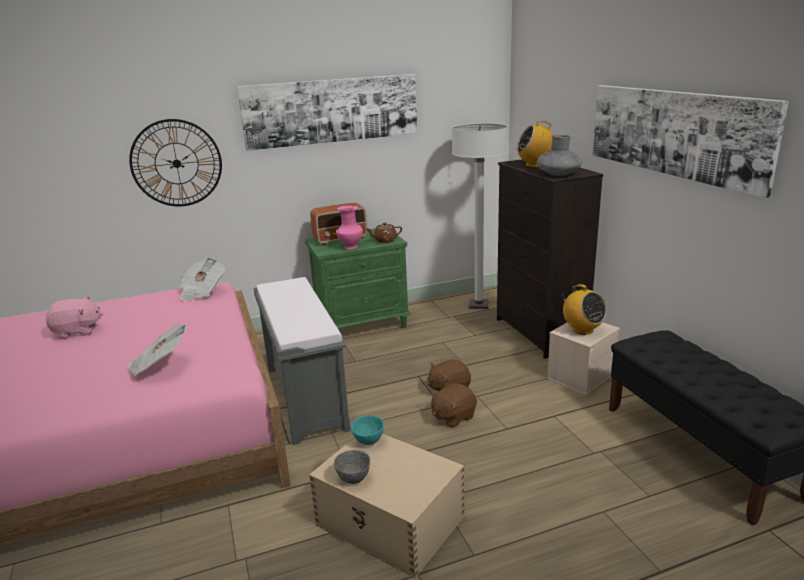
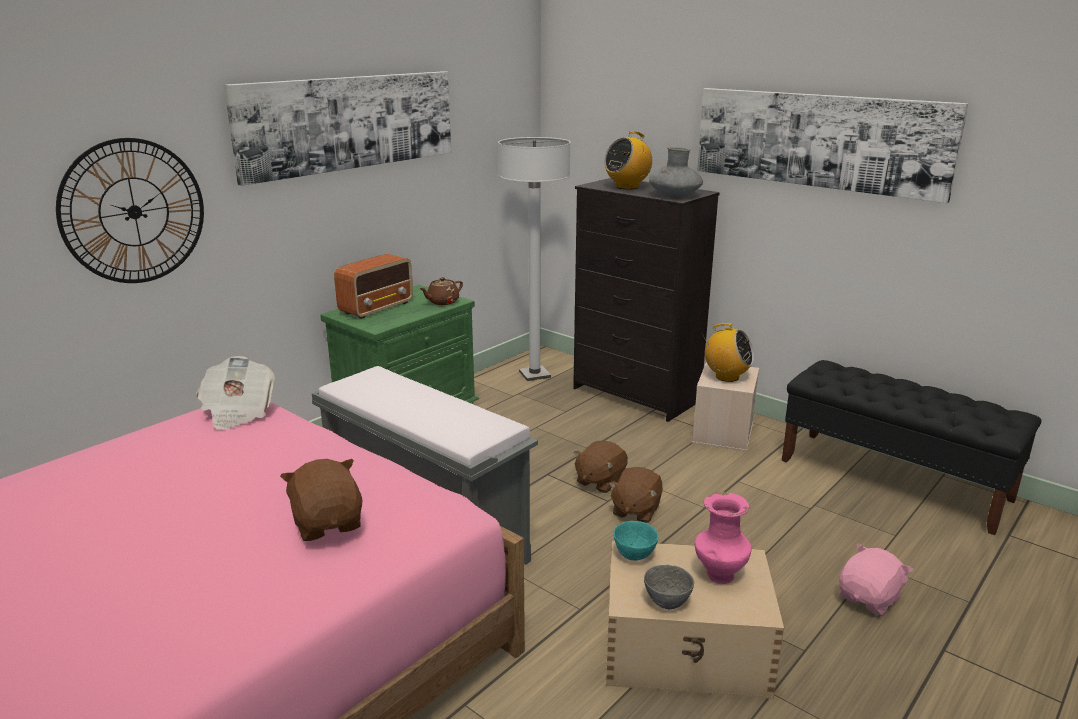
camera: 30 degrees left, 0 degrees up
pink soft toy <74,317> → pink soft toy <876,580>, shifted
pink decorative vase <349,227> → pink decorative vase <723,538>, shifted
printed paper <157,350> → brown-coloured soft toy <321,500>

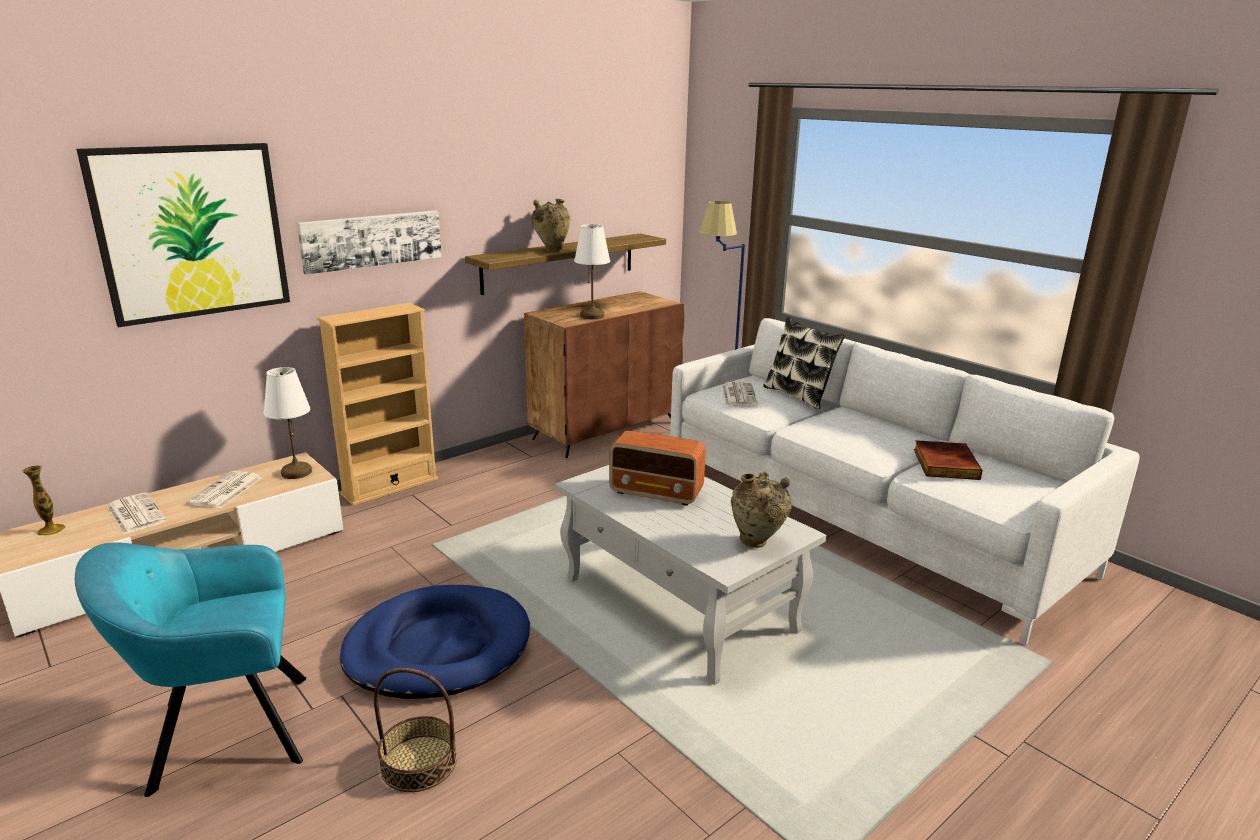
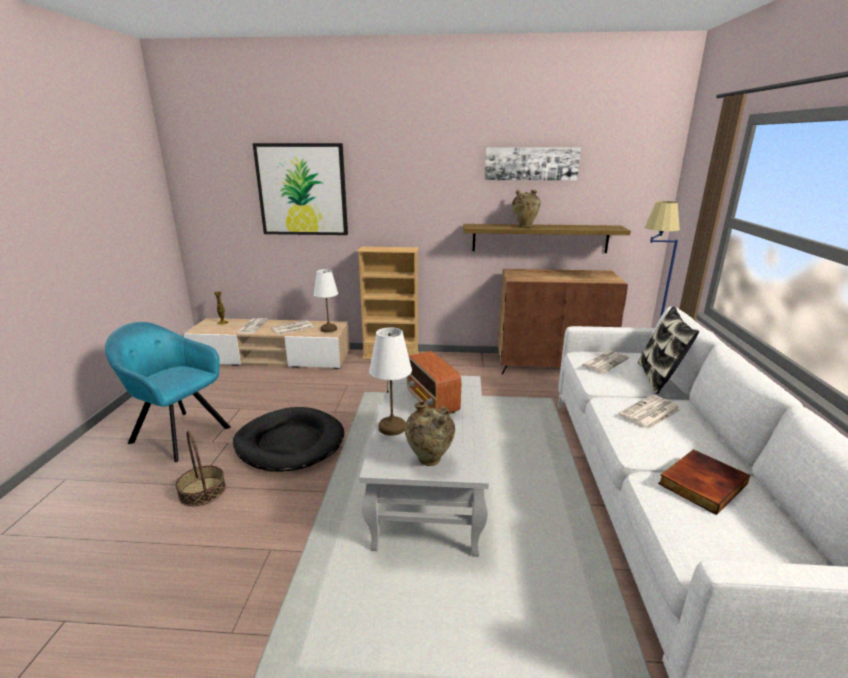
camera: 45 degrees right, 0 degrees up
- → printed paper <650,412>
wall picture <369,242> → wall picture <532,164>, shifted
white-coloured tabletop lamp <592,271> → white-coloured tabletop lamp <390,381>, shifted
blue-coloured pet bed <435,642> → blackish pet bed <288,439>

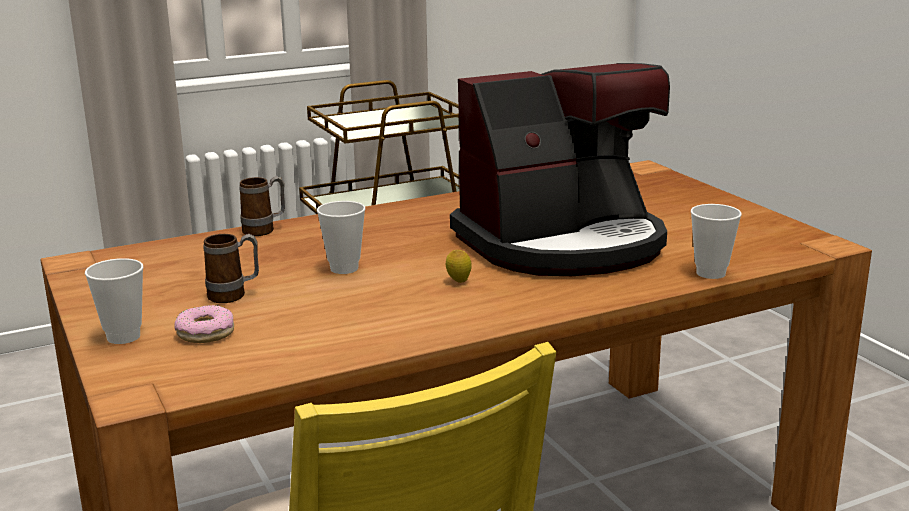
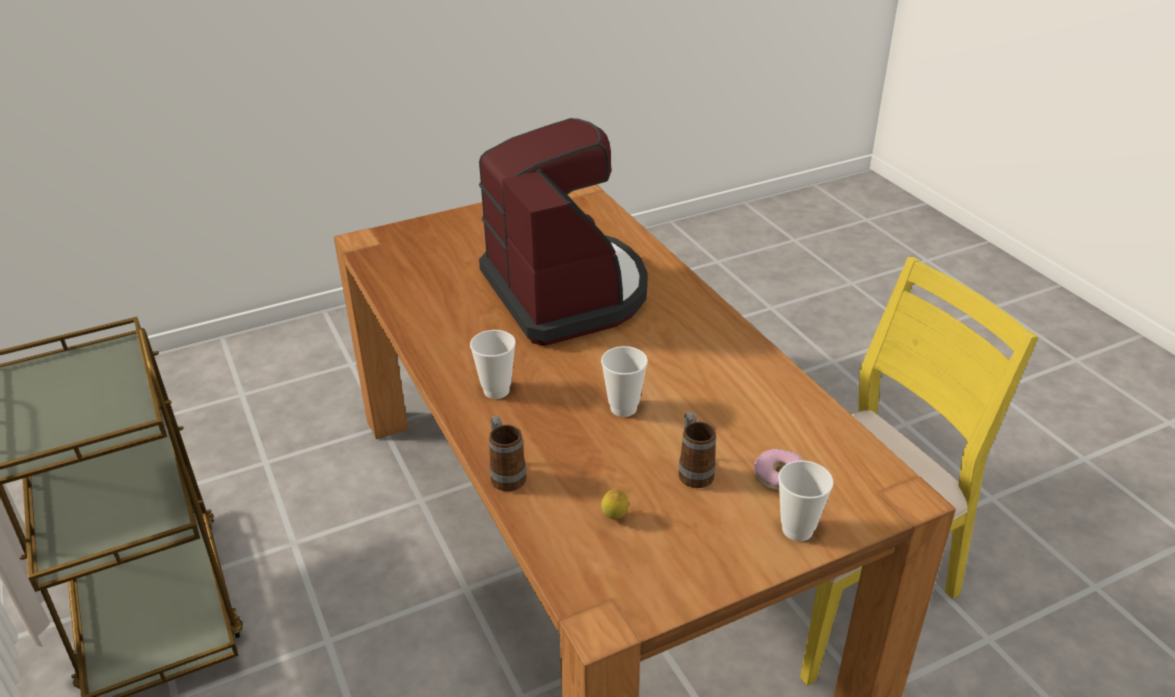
camera: 90 degrees left, 15 degrees up
citrus fruit <459,266> → citrus fruit <615,504>, shifted
cup <716,241> → cup <493,364>, shifted

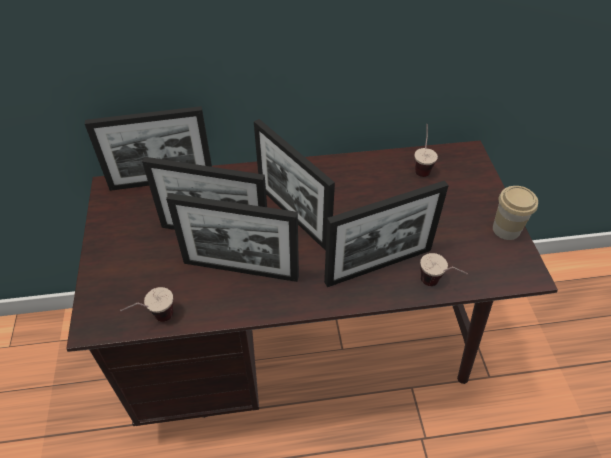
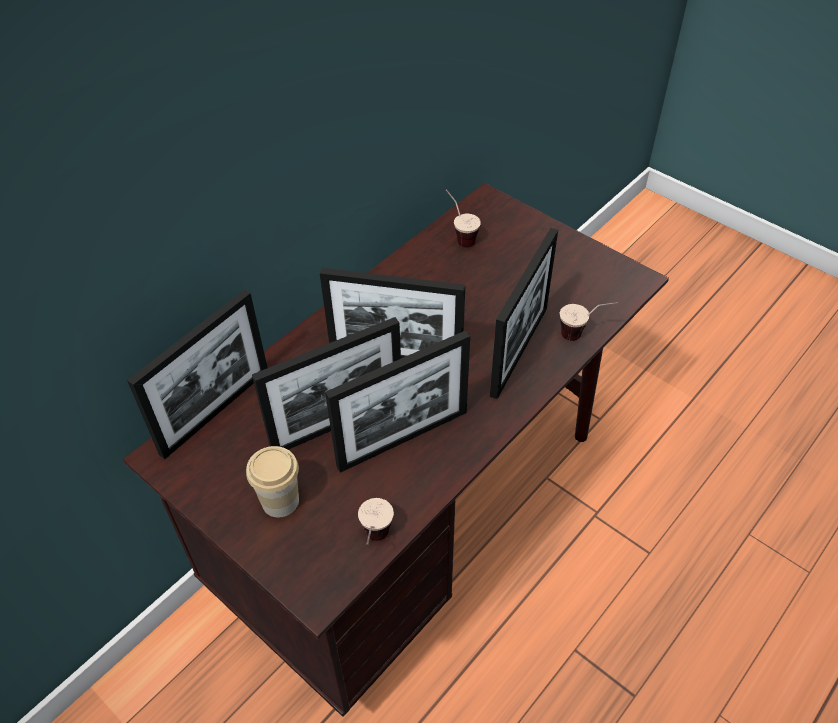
camera: 40 degrees left, 0 degrees up
cup <515,213> → cup <272,481>, shifted

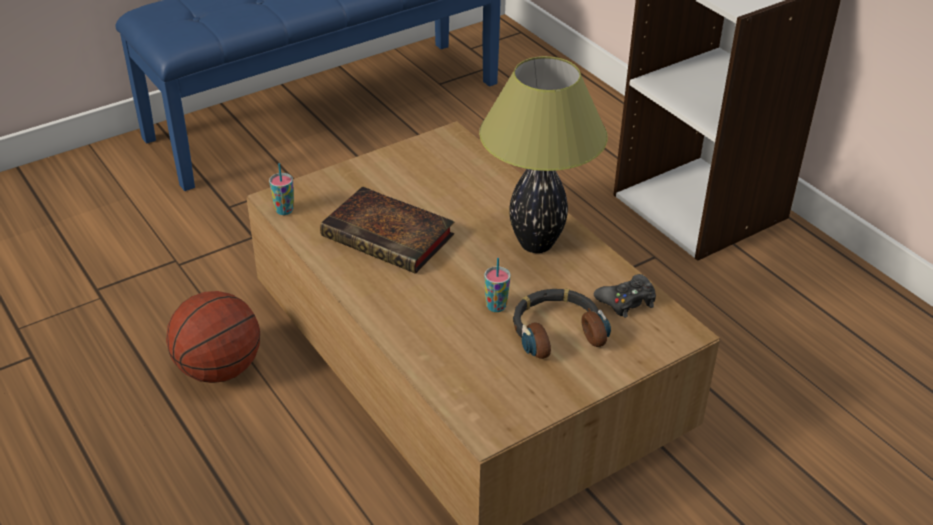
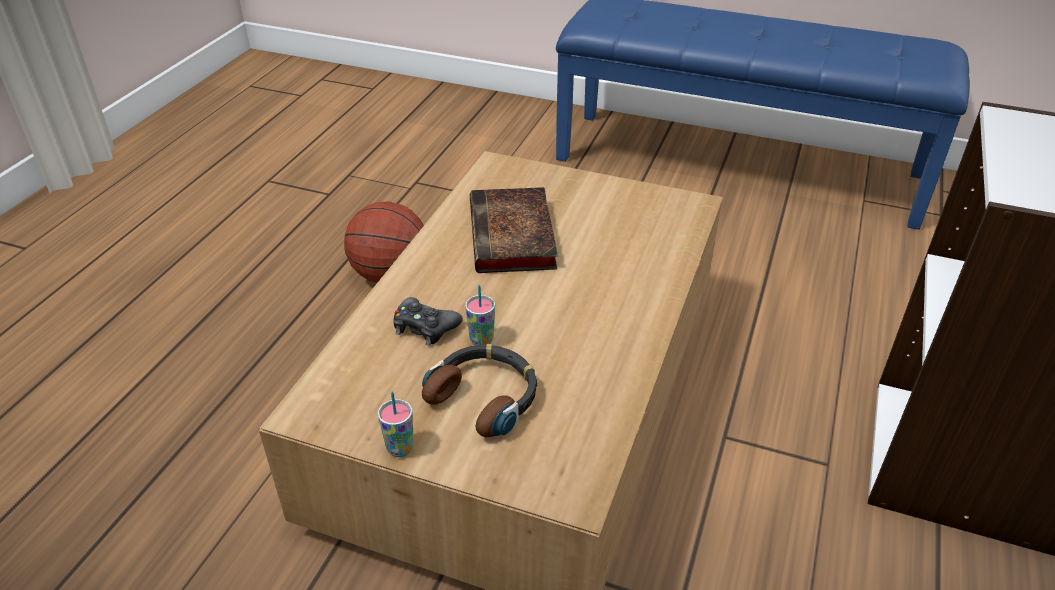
camera: 55 degrees right, 0 degrees up
tabletop lamp <543,154> → -
cup <281,189> → cup <396,424>, shifted
blackish gamepad <625,296> → blackish gamepad <428,321>, shifted

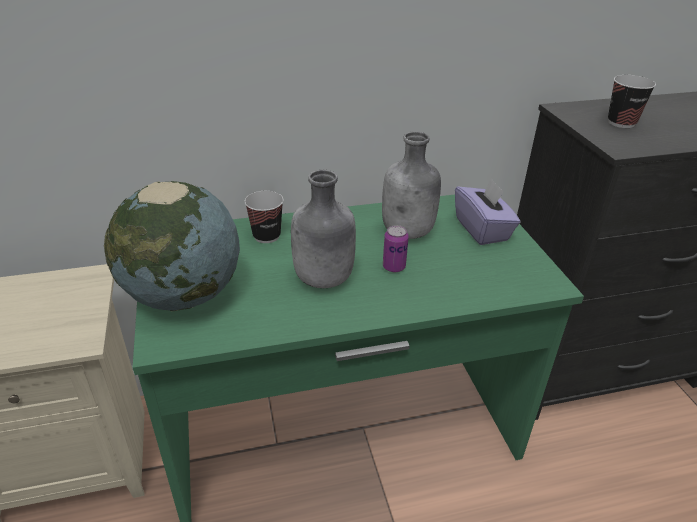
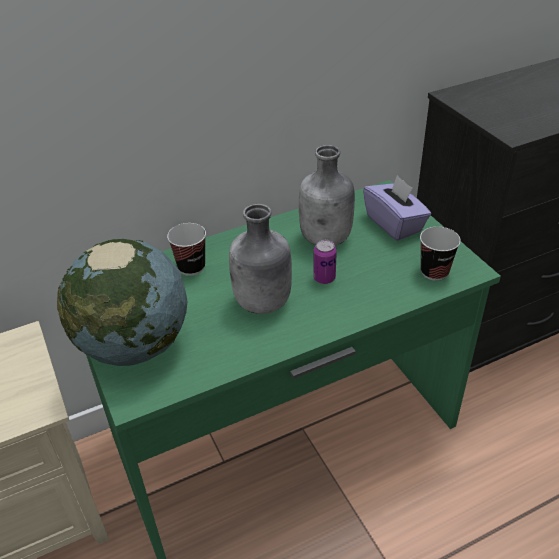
camera: 10 degrees left, 5 degrees up
cup <632,101> → cup <440,254>, shifted

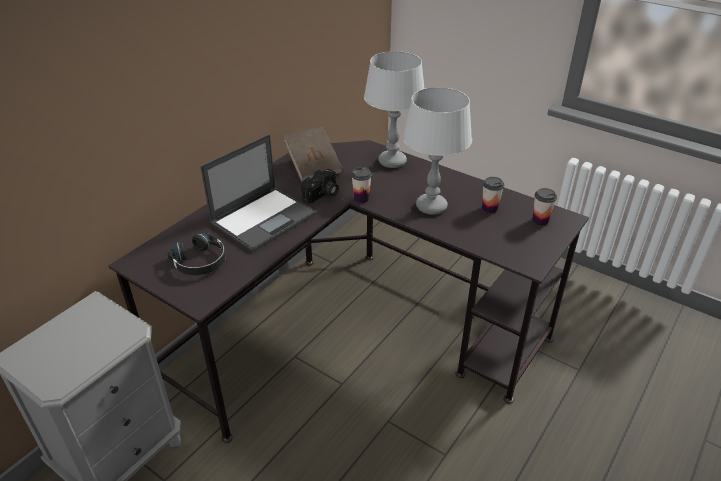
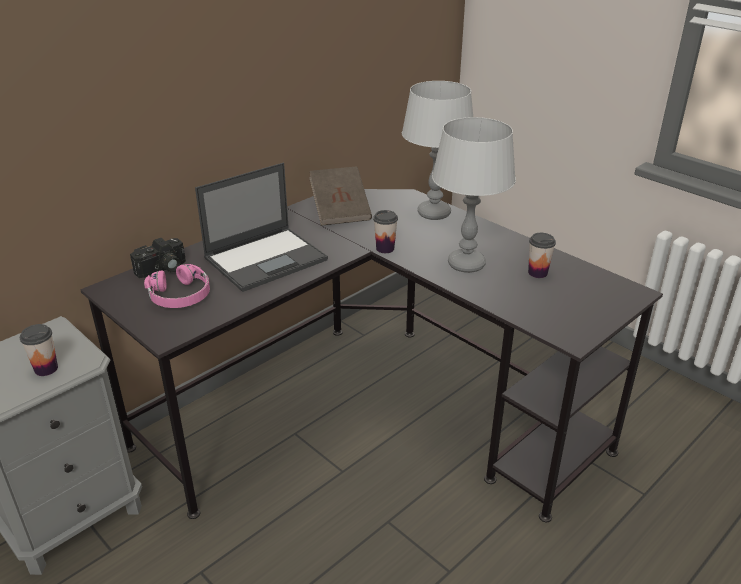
camera: 10 degrees right, 5 degrees down
still camera <320,186> → still camera <158,258>, shifted
cup <544,207> → cup <39,350>, shifted
blackish pair of headphones <196,253> → pink pair of headphones <177,286>

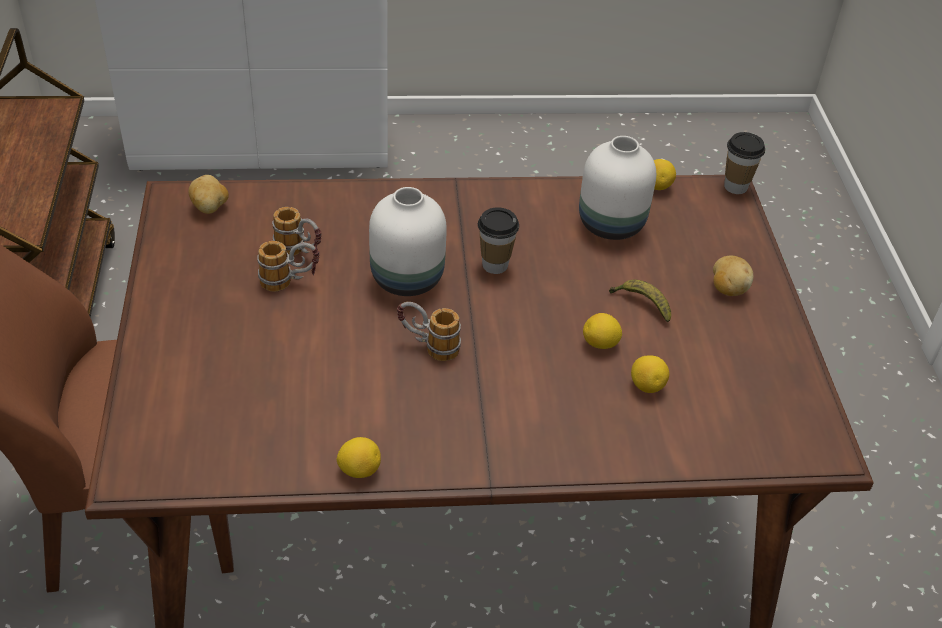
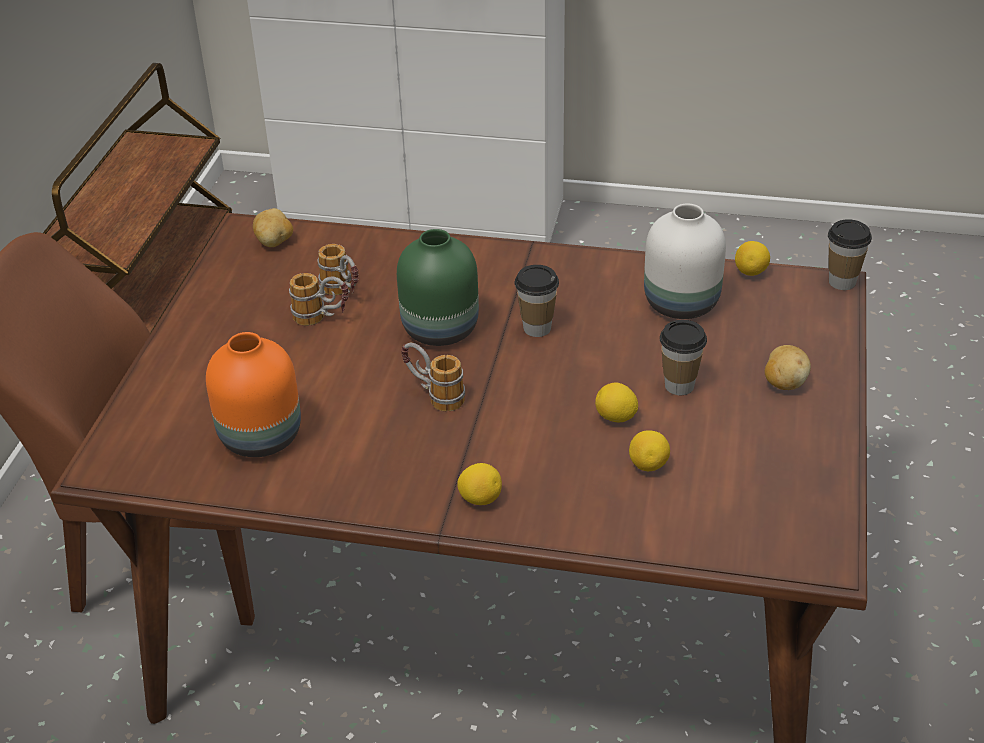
camera: 20 degrees right, 5 degrees down
- → orangey decorative vase <253,394>
citrus fruit <359,457> → citrus fruit <479,484>, shifted
banana fruit <640,301> → cup <683,357>
white-coloured decorative vase <408,241> → green-coloured decorative vase <438,287>

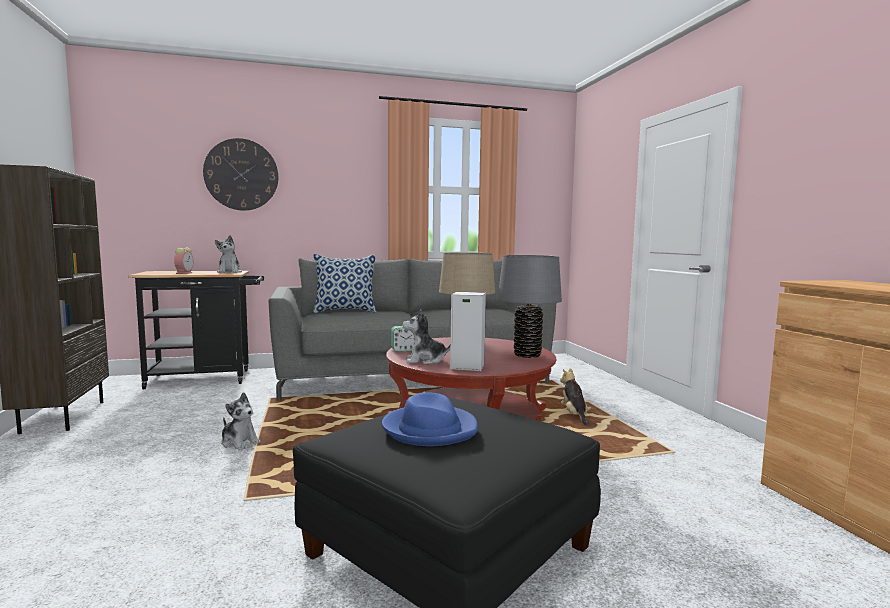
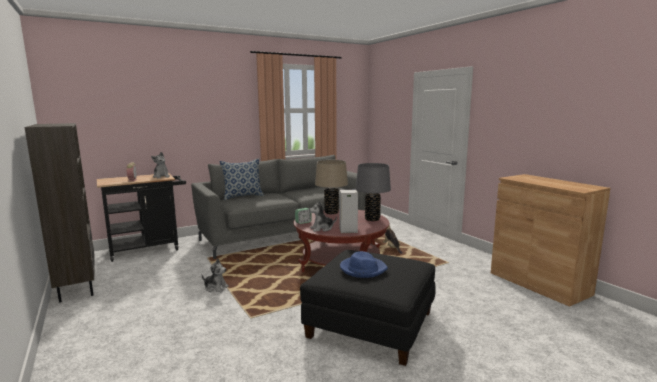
camera: 15 degrees left, 5 degrees up
wall clock <240,174> → -

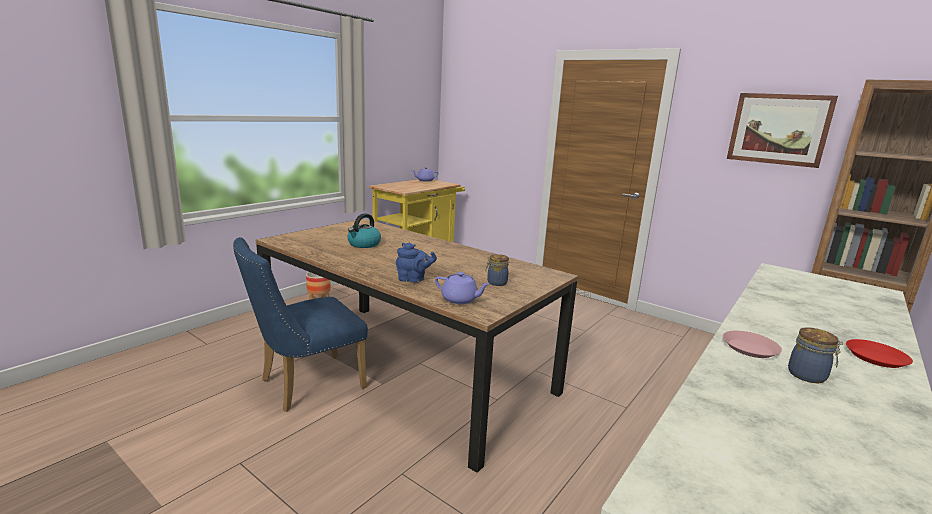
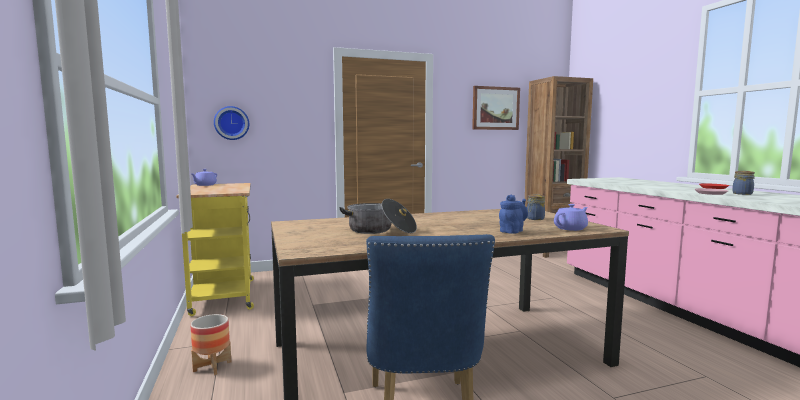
camera: 55 degrees left, 10 degrees down
- → wall clock <231,123>
tea kettle <364,230> → cooking pot <378,216>

